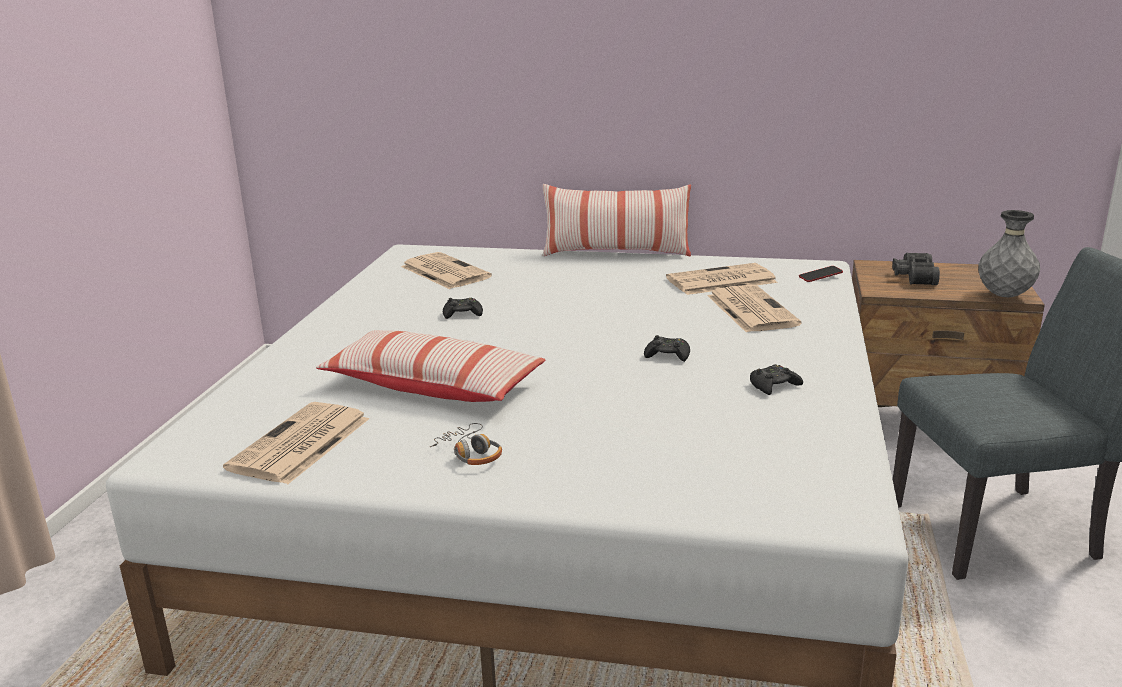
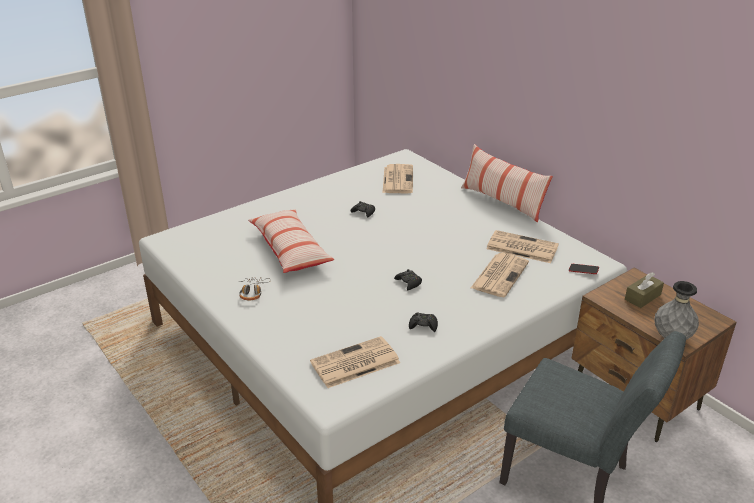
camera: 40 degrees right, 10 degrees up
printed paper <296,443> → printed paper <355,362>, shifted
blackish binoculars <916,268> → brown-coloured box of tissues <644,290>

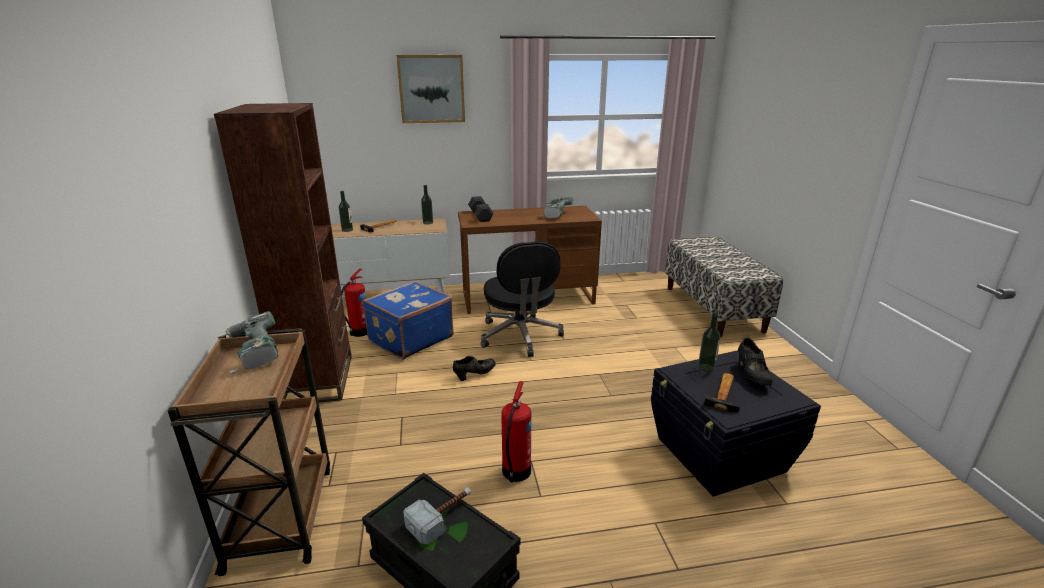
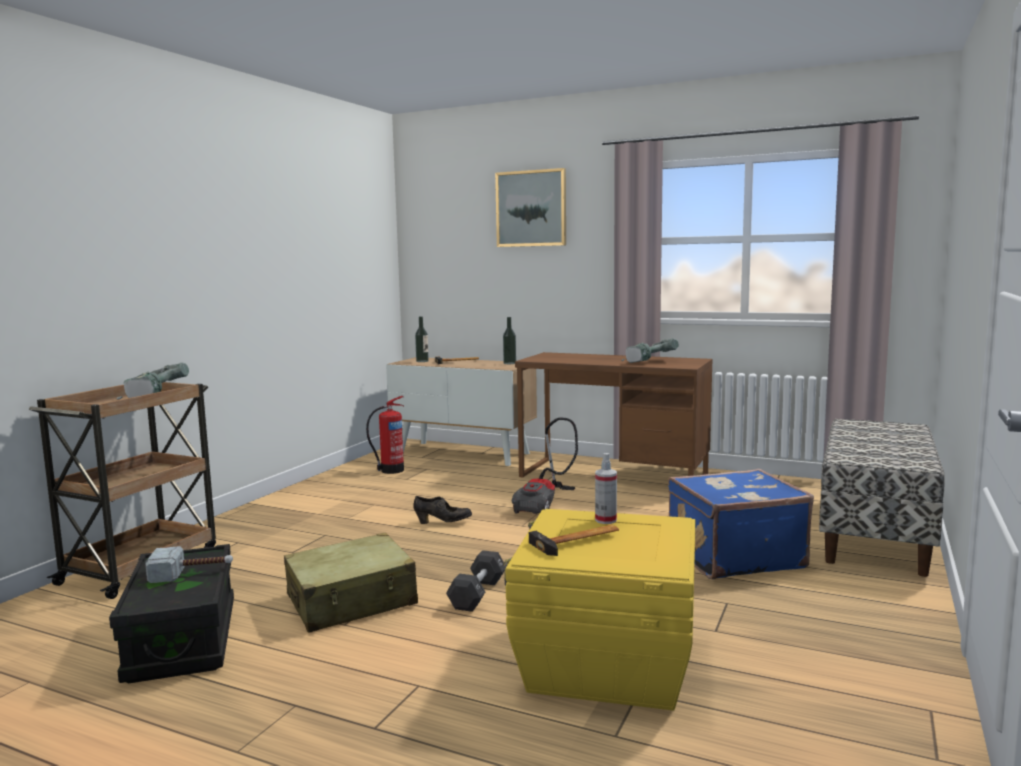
camera: 35 degrees right, 15 degrees down
brown-coloured bookcase <283,253> → -
blackish item of footwear <755,362> → -
blue-coloured suitcase <408,320> → blue-coloured suitcase <741,524>, shifted
blackish hand weight <481,209> → blackish hand weight <475,581>, shifted
blackish desk chair <522,299> → vacuum <545,465>
extinguisher <516,432> → beige suitcase <351,583>
bottle <709,342> → hand sprayer <606,488>
blackish storage container <736,423> → yellow storage container <599,610>

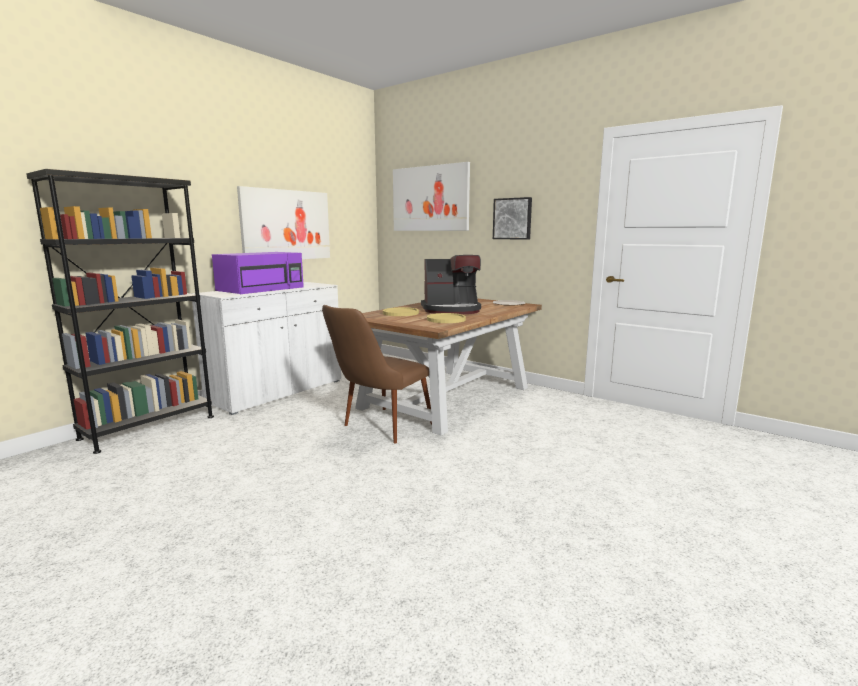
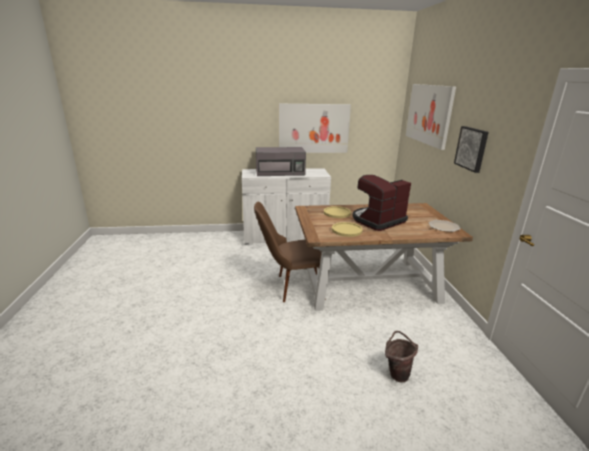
camera: 45 degrees right, 10 degrees up
blackish bookcase <120,311> → -
- → brown-coloured water bucket <401,357>
purple-coloured microwave <258,273> → greyish microwave <281,161>
coffee brewer <451,284> → coffee brewer <381,203>, 105 degrees clockwise

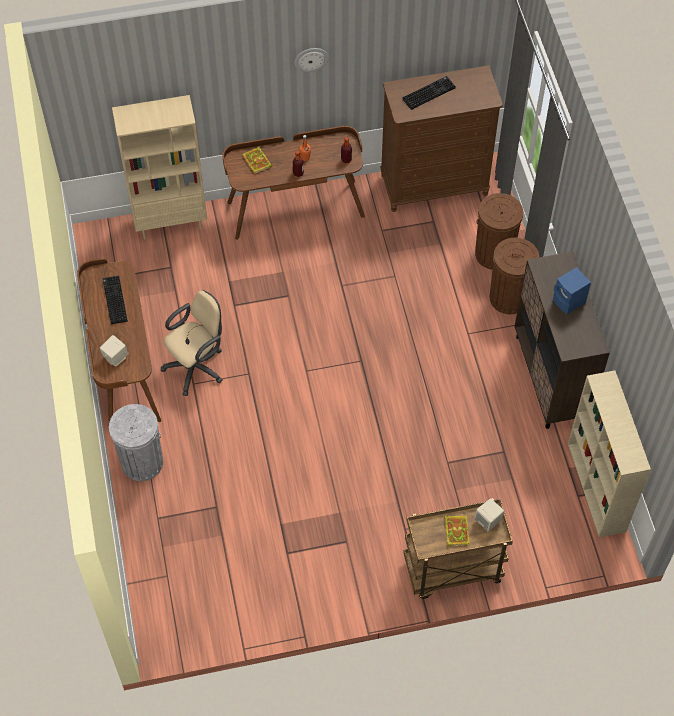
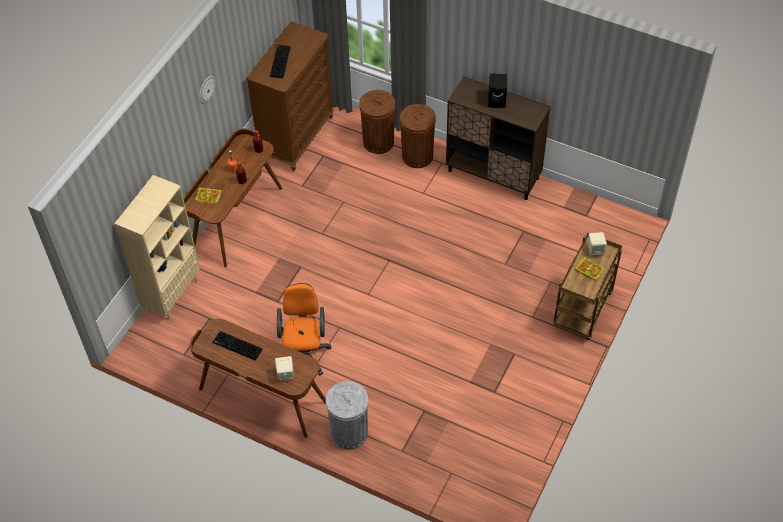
camera: 50 degrees left, 5 degrees down
beige bookcase <609,453> → -
beige desk chair <192,343> → orangey desk chair <304,329>
blue-coloured loudspeaker <572,290> → blackish loudspeaker <497,90>

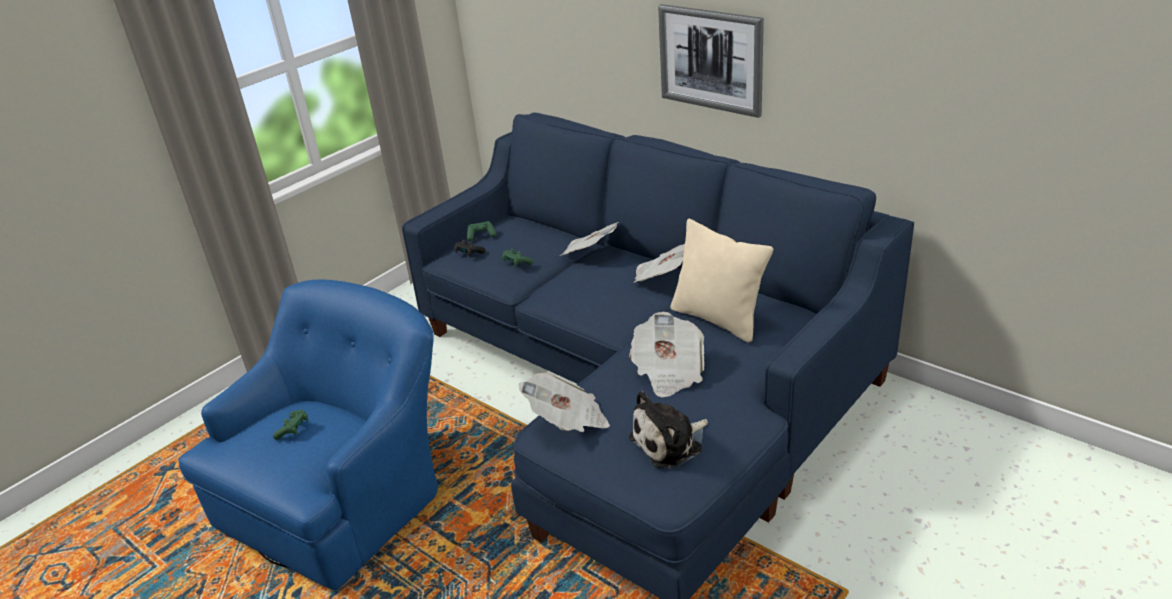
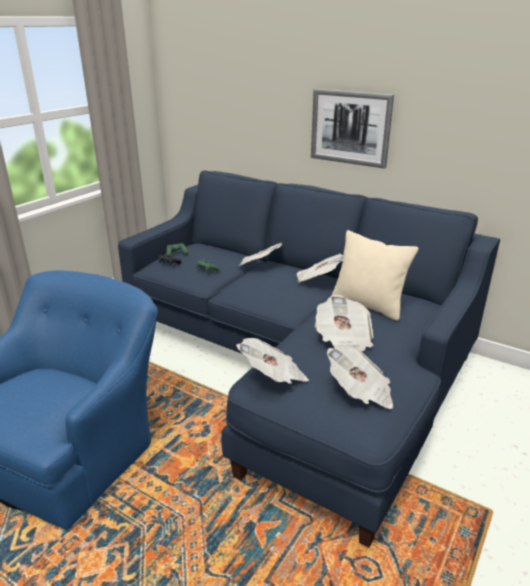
camera: 10 degrees left, 5 degrees down
green-coloured gamepad <291,425> → -
soft toy <668,429> → printed paper <360,377>

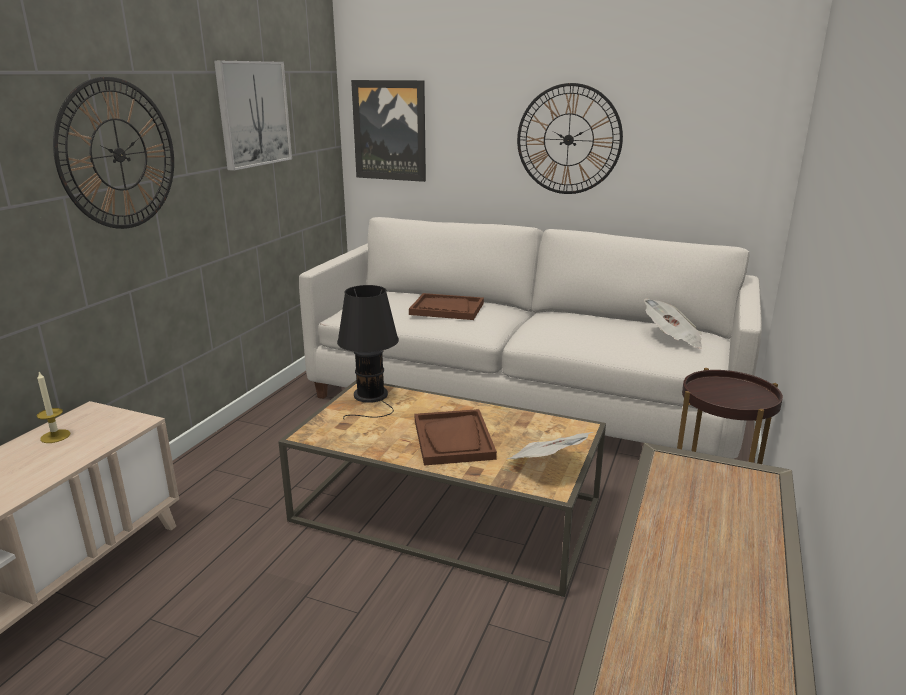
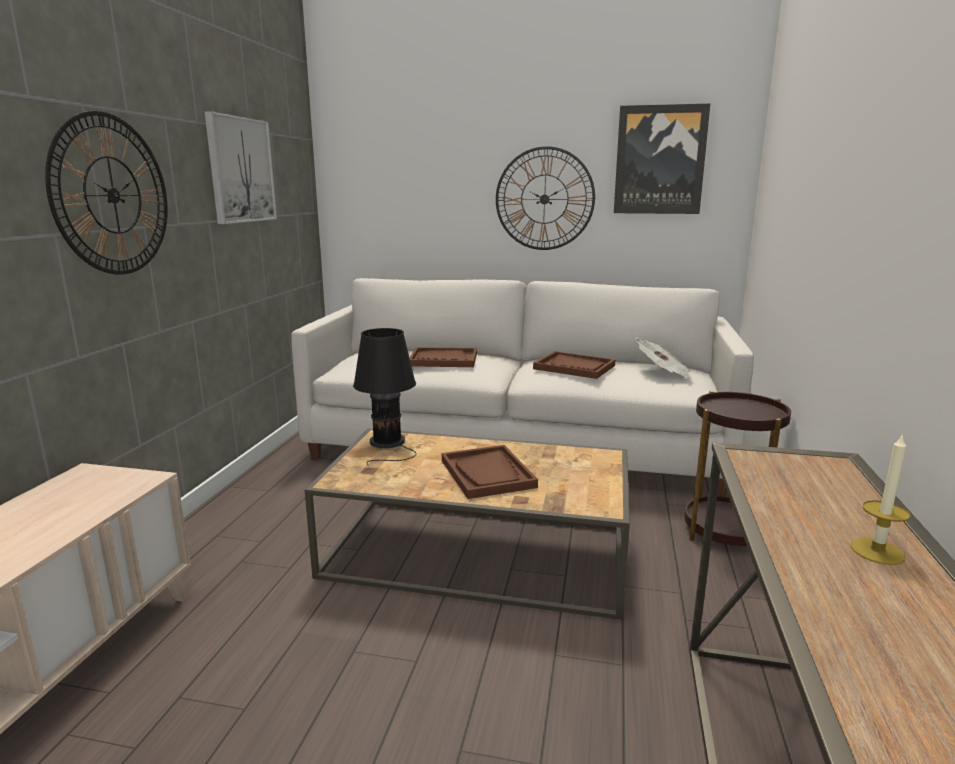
camera: 10 degrees left, 5 degrees down
printed paper <550,445> → -
- → brown-coloured tray <574,365>
wax candle <53,407> → wax candle <880,499>, shifted
wall picture <388,131> → wall picture <662,159>, shifted

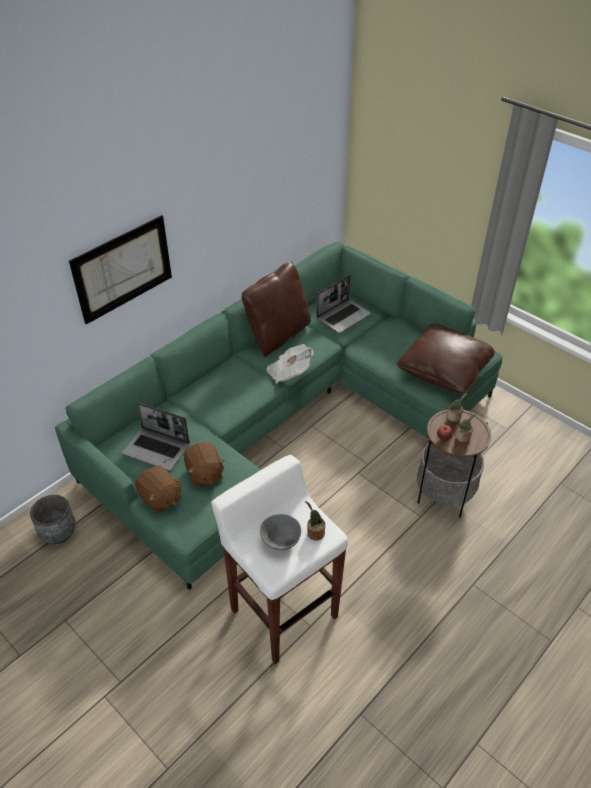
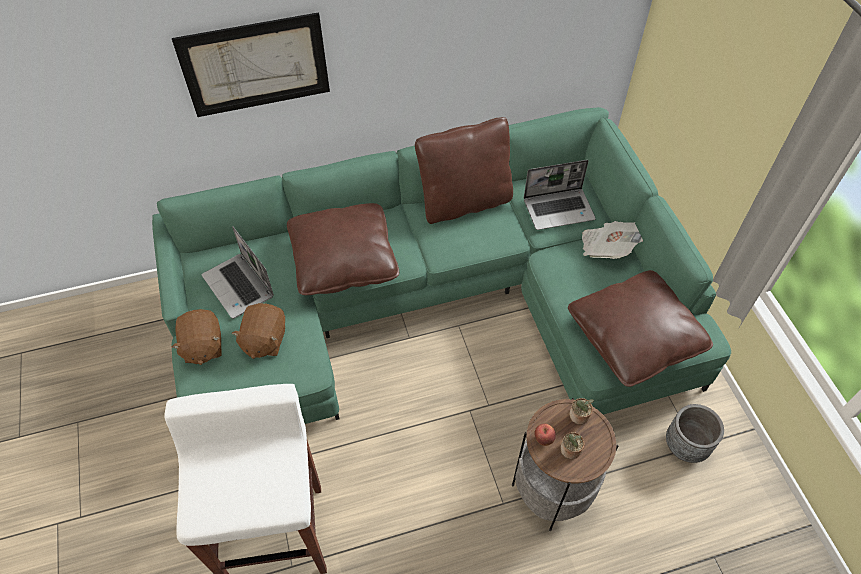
camera: 30 degrees right, 10 degrees up
greyish deep dish <280,532> → -
houseplant <315,521> → -
- → brown-coloured pillow <343,249>
greyish planter <53,519> → greyish planter <695,433>, shifted
printed paper <290,363> → printed paper <612,240>, shifted

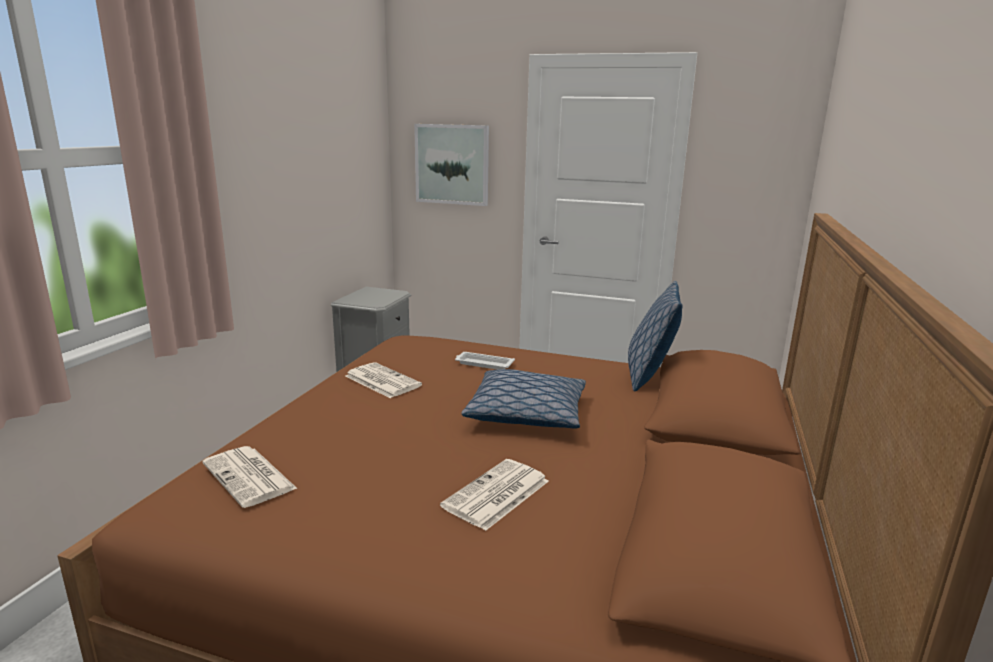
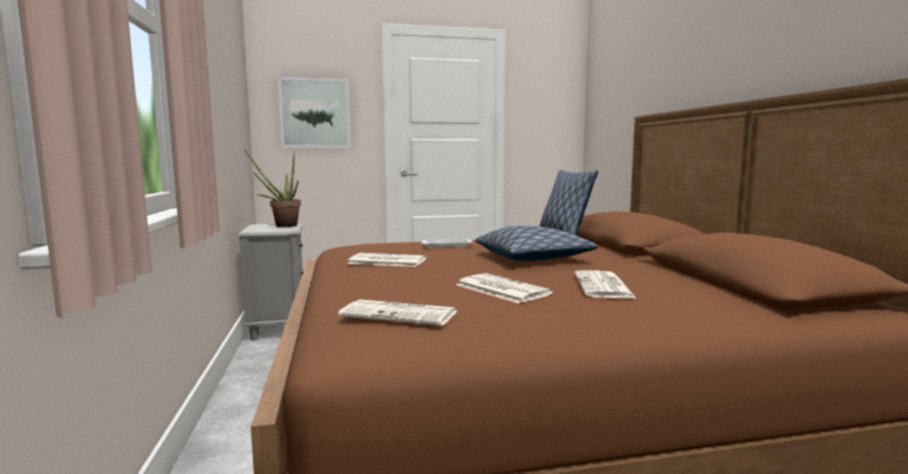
camera: 30 degrees left, 10 degrees down
- → houseplant <272,188>
- → printed paper <504,288>

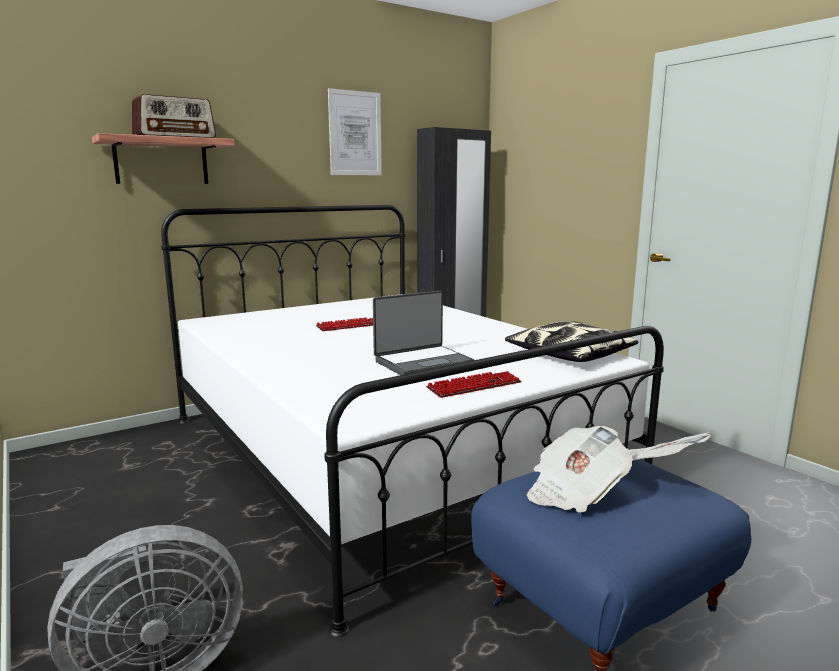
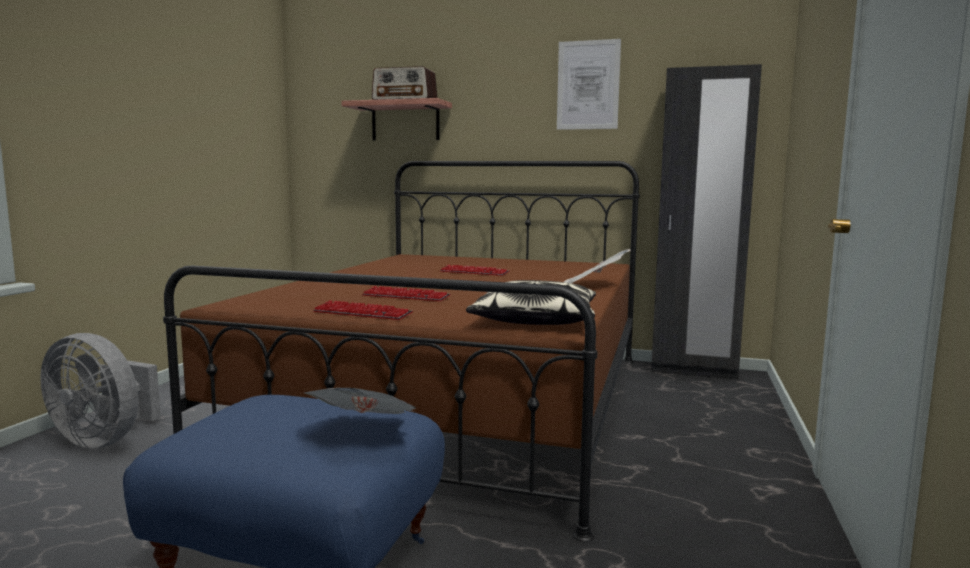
camera: 50 degrees right, 5 degrees down
printed paper <579,469> → printed paper <597,266>, shifted
laptop <423,333> → computer keyboard <406,293>
white-coloured bedroom bed <412,421> → brown-coloured bedroom bed <401,351>

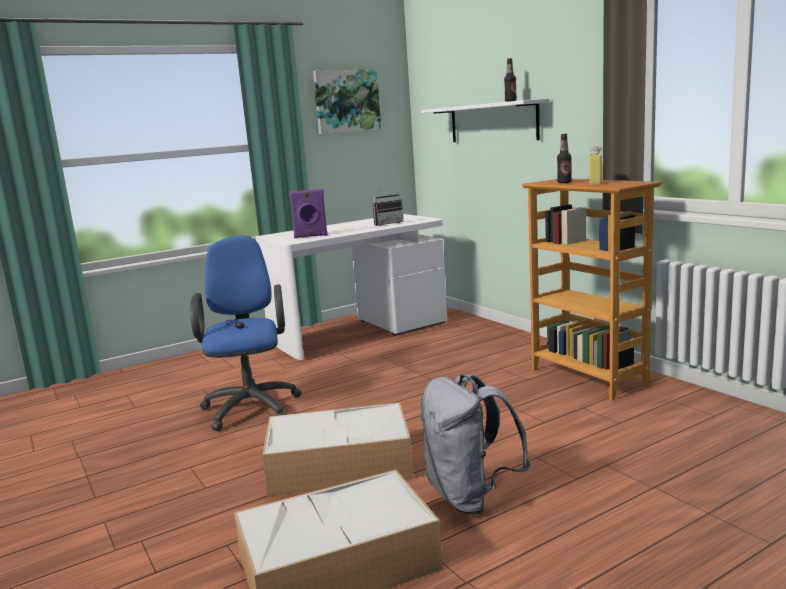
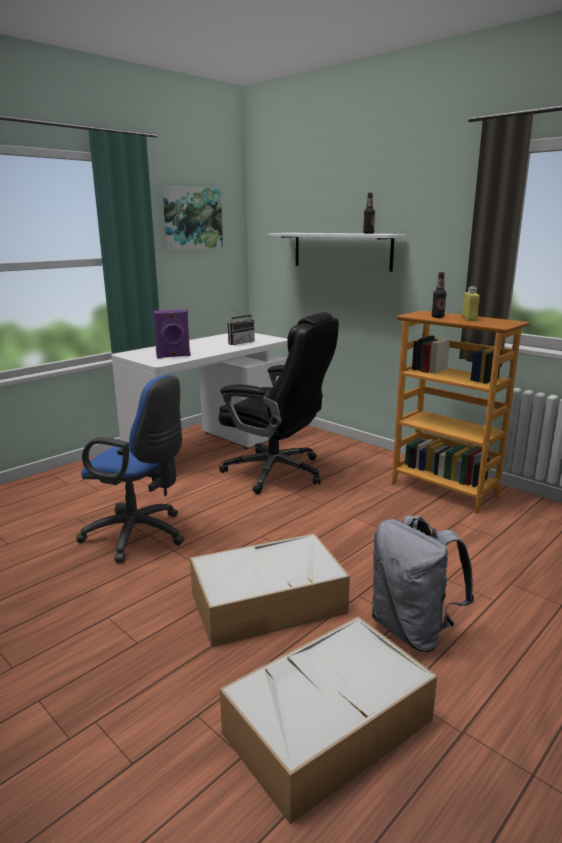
camera: 15 degrees left, 5 degrees up
- → blackish desk chair <279,403>
blue-coloured desk chair <246,333> → blue-coloured desk chair <130,469>, 135 degrees clockwise

